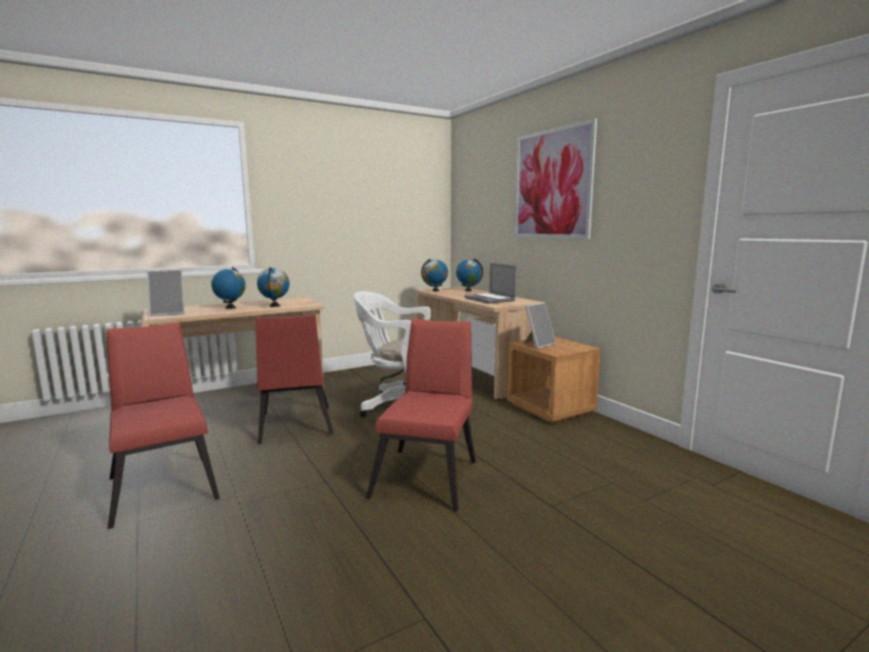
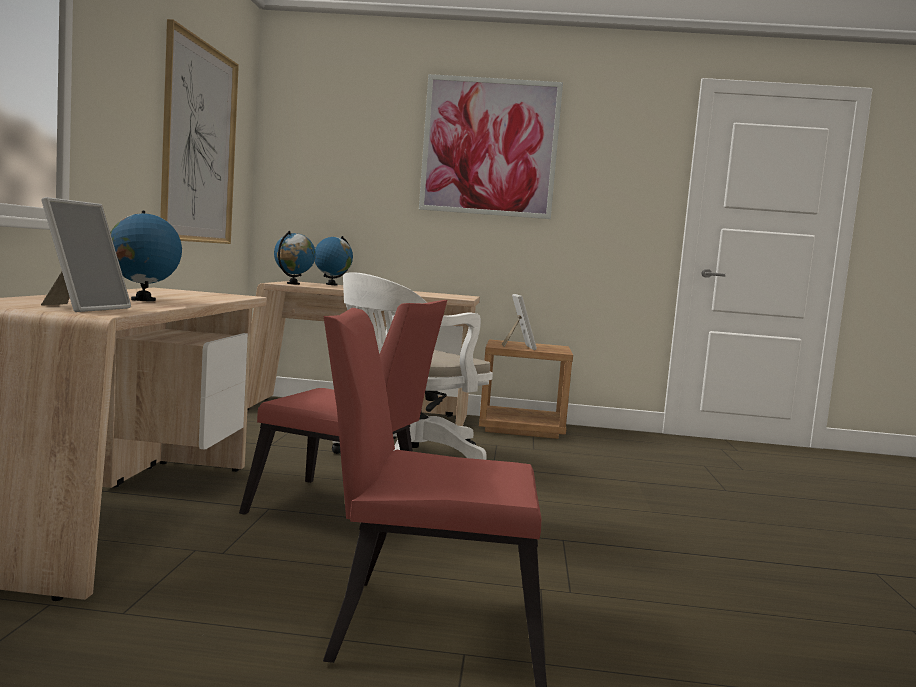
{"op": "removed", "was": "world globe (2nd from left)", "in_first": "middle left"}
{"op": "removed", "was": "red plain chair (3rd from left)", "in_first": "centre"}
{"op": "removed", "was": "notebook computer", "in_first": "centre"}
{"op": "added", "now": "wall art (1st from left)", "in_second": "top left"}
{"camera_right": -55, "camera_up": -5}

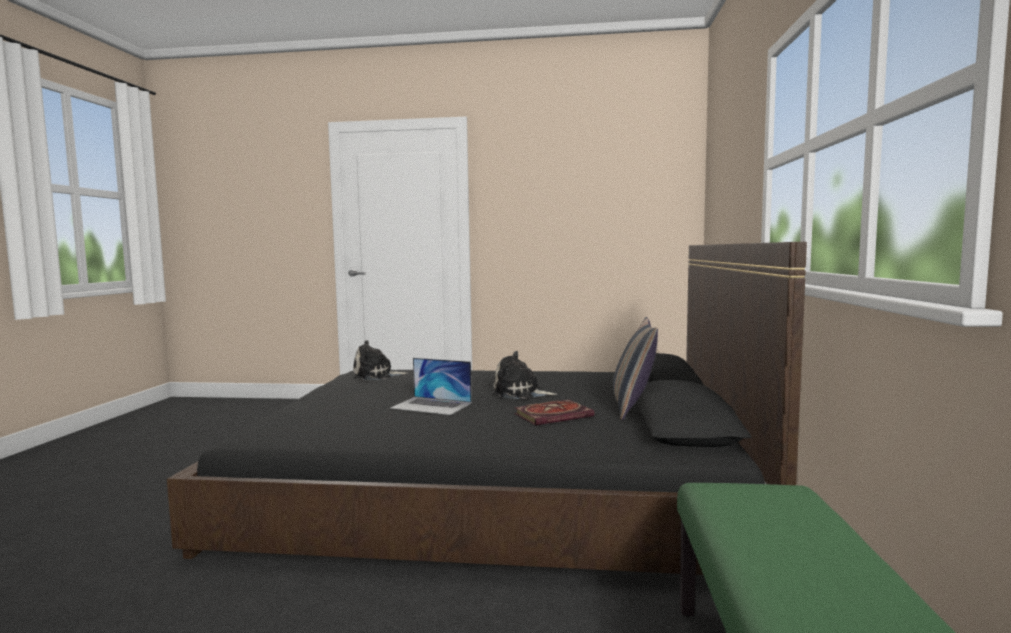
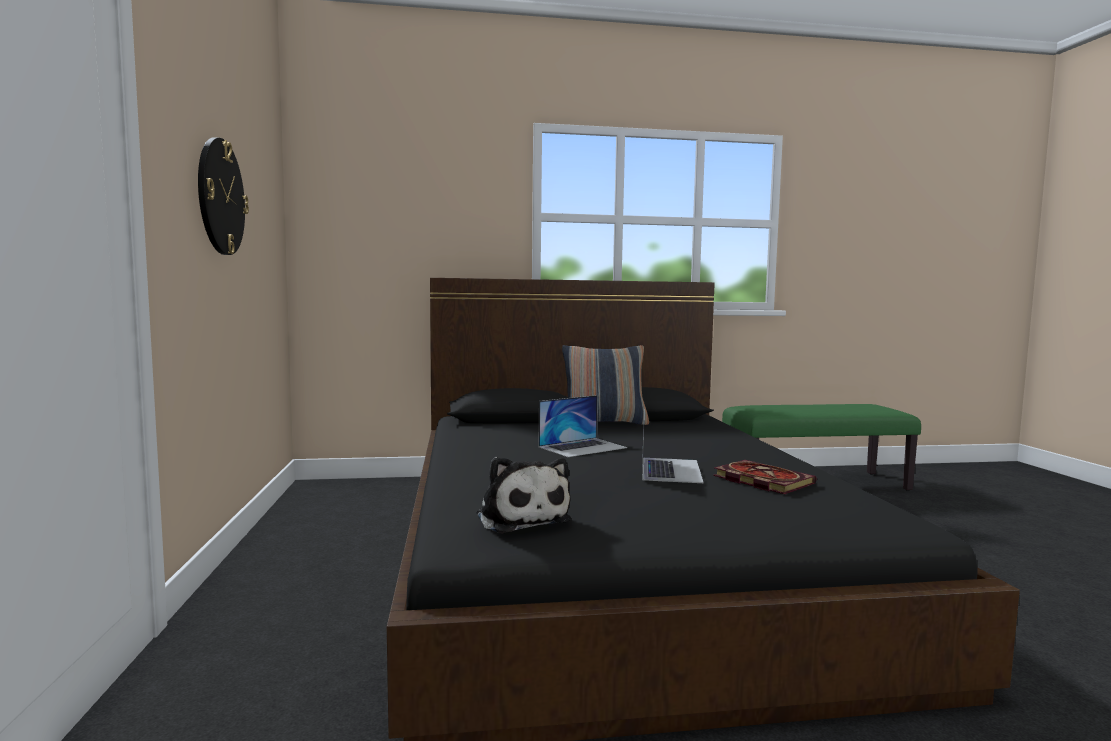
{"op": "replaced", "was": "soft toy (2nd from left)", "now": "notebook computer (1st from left)", "in_first": "centre", "in_second": "centre"}
{"op": "moved", "was": "book", "in_first": "centre", "in_second": "middle right"}
{"op": "added", "now": "hanging clock", "in_second": "top left"}
{"camera_right": -105, "camera_up": 0}

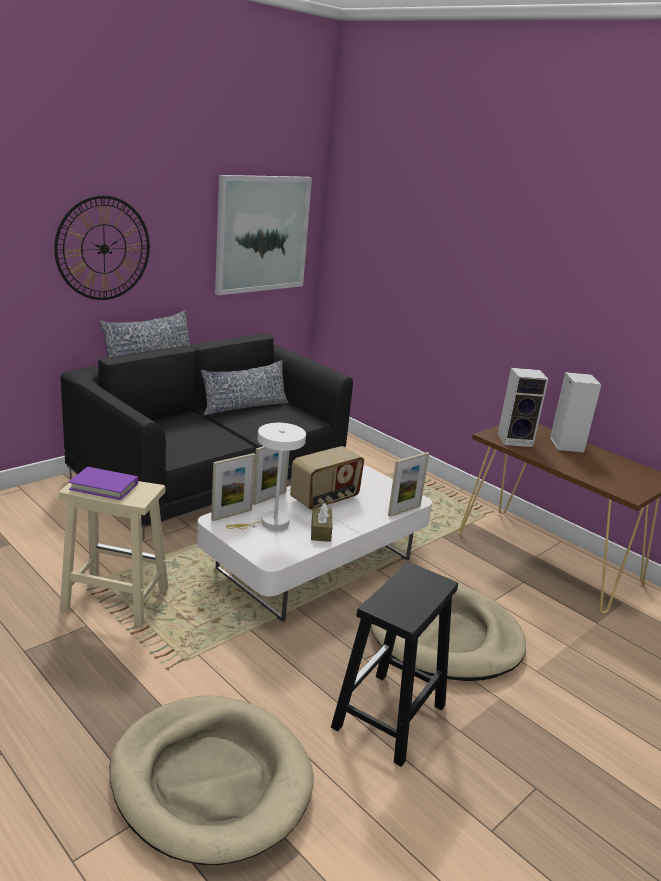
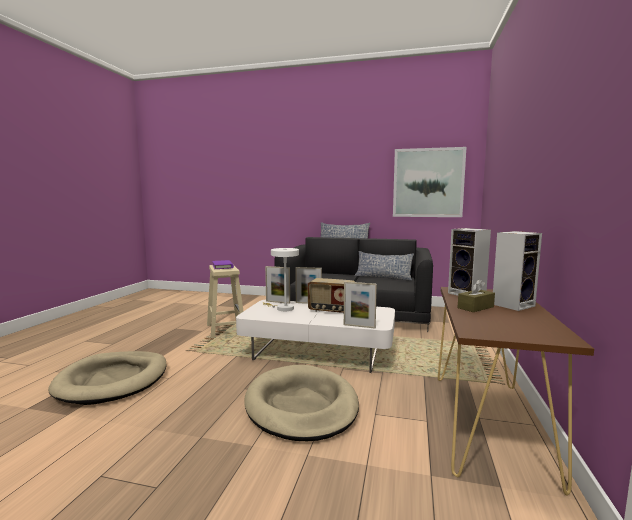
{"op": "removed", "was": "hanging clock", "in_first": "top left"}
{"op": "moved", "was": "brown-coloured box of tissues", "in_first": "centre", "in_second": "middle right"}
{"op": "removed", "was": "blackish sitting stool", "in_first": "bottom centre"}
{"camera_right": 60, "camera_up": -15}

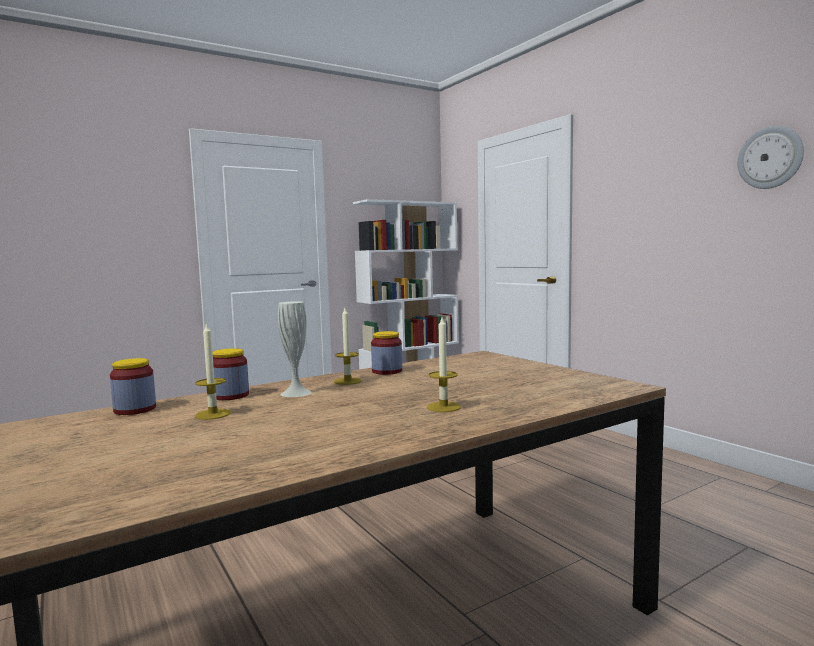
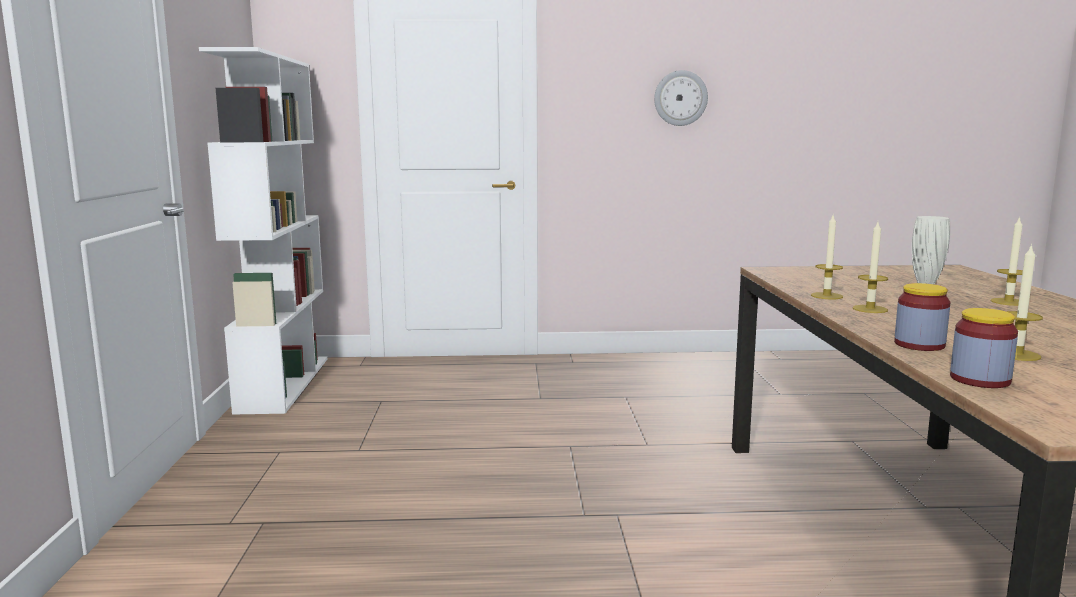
{"op": "replaced", "was": "jar (3rd from left)", "now": "candle (1st from left)", "in_first": "centre", "in_second": "middle right"}
{"op": "moved", "was": "hanging clock", "in_first": "top right", "in_second": "top centre"}
{"camera_right": -60, "camera_up": 5}

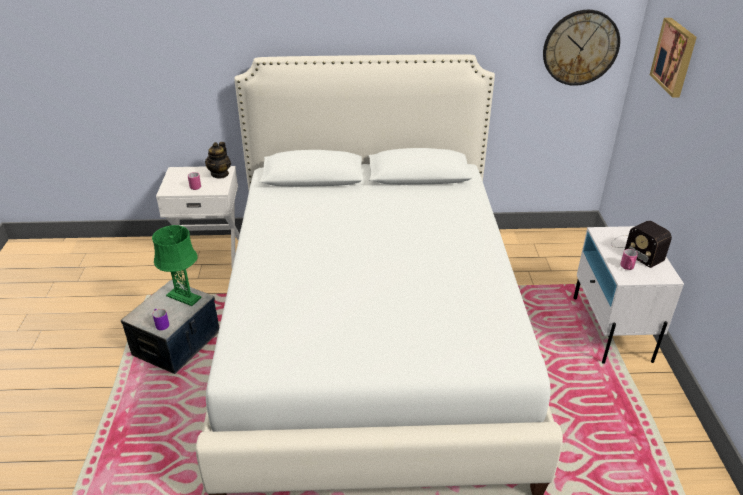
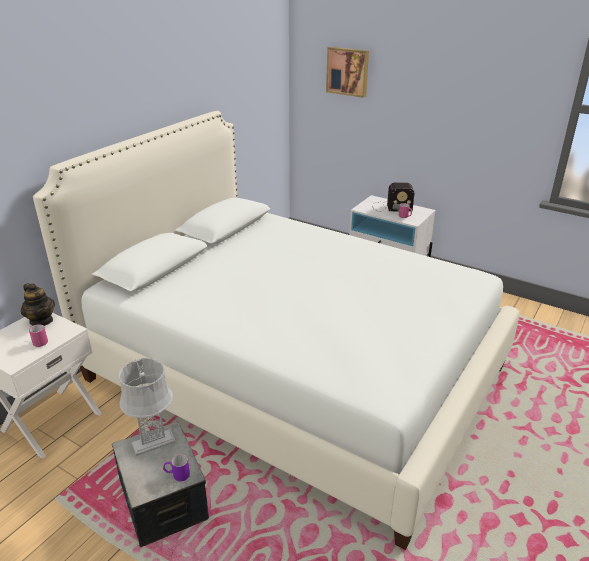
{"op": "recoloured", "was": "greenish table lamp", "now": "greyish table lamp", "in_first": "middle left", "in_second": "bottom left"}
{"op": "removed", "was": "hanging clock", "in_first": "top right"}
{"camera_right": -55, "camera_up": -5}

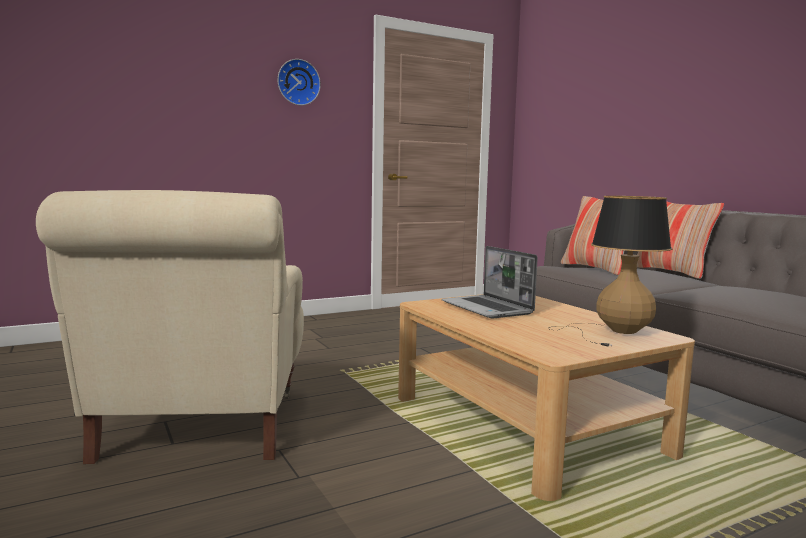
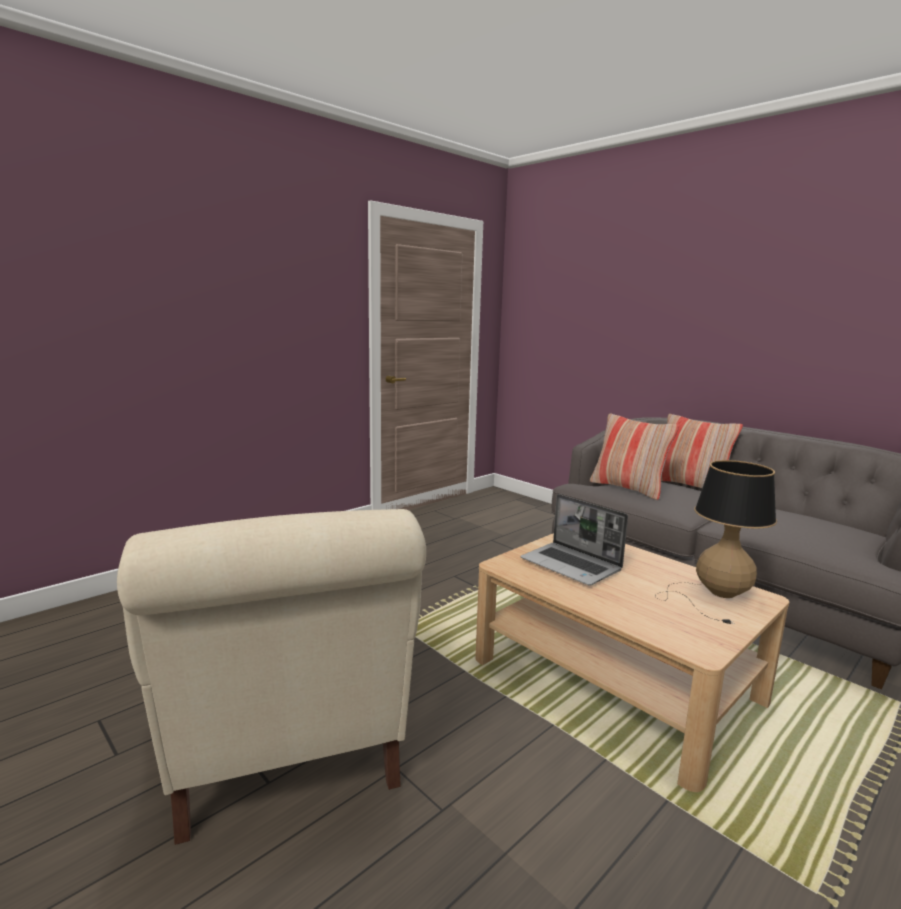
{"op": "removed", "was": "hanging clock", "in_first": "top centre"}
{"camera_right": -15, "camera_up": 5}

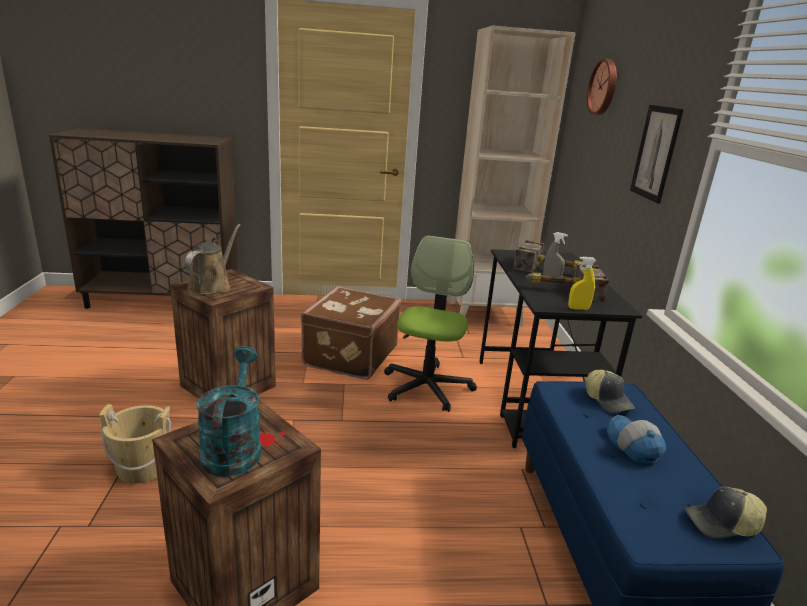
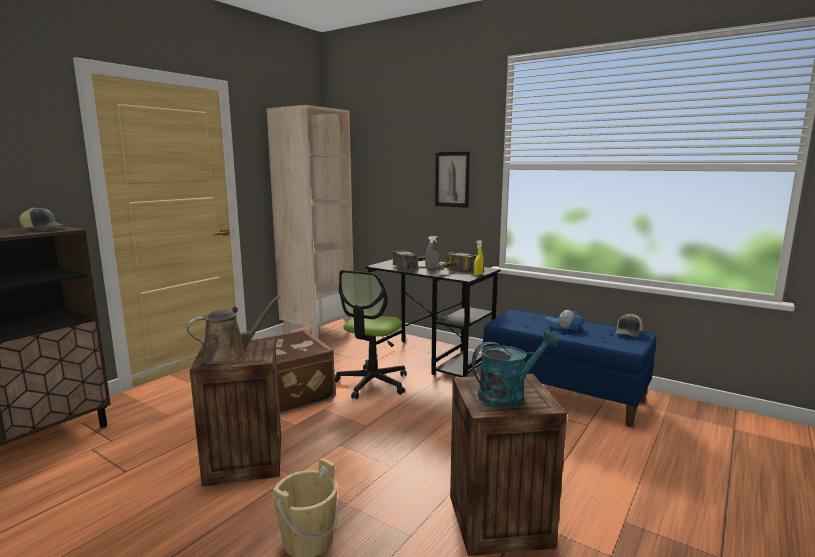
{"op": "turned", "was": "brown-coloured watering can", "in_first": "middle left", "in_second": "middle left", "clockwise": 90}
{"op": "turned", "was": "turquoise-coloured watering can", "in_first": "bottom left", "in_second": "centre", "clockwise": 120}
{"op": "turned", "was": "office chair", "in_first": "centre", "in_second": "centre", "clockwise": -120}
{"op": "moved", "was": "peaked cap (1st from left)", "in_first": "middle right", "in_second": "middle left"}
{"op": "removed", "was": "hanging clock", "in_first": "top right"}
{"camera_right": -50, "camera_up": -10}

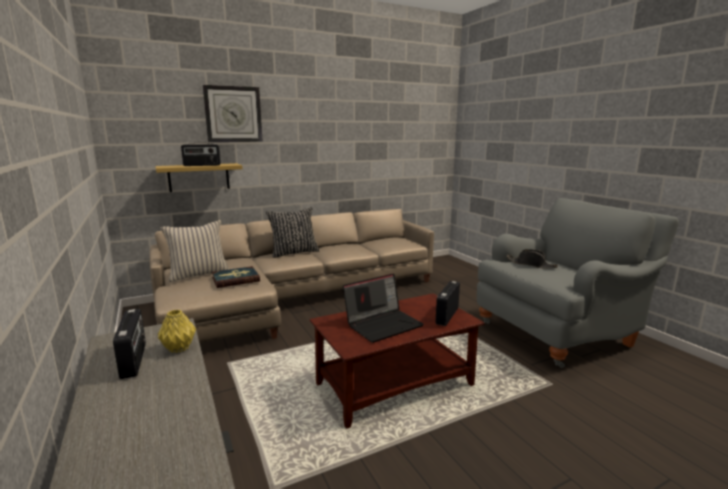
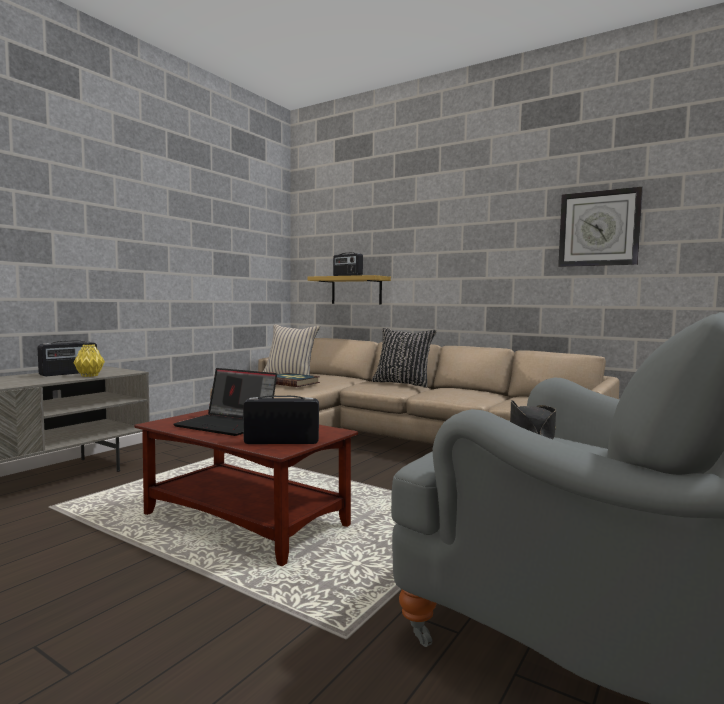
{"op": "moved", "was": "hanging clock", "in_first": "top left", "in_second": "top right"}
{"camera_right": 60, "camera_up": -10}

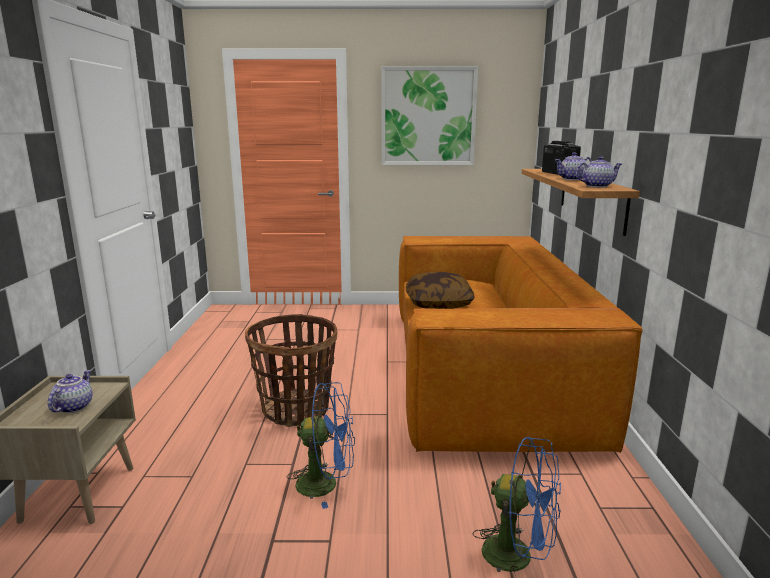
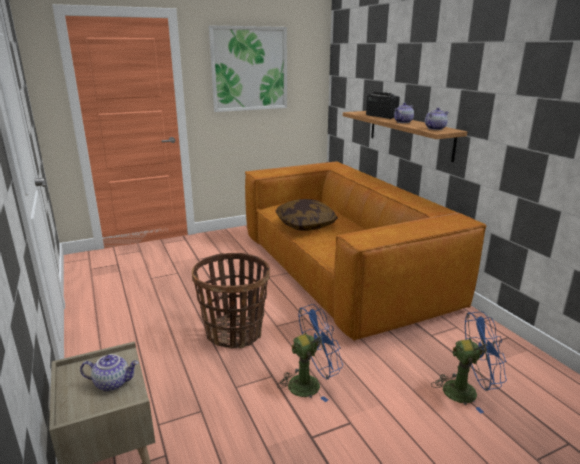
{"op": "turned", "was": "teapot (1st from left)", "in_first": "bottom left", "in_second": "bottom left", "clockwise": 105}
{"camera_right": -25, "camera_up": 5}

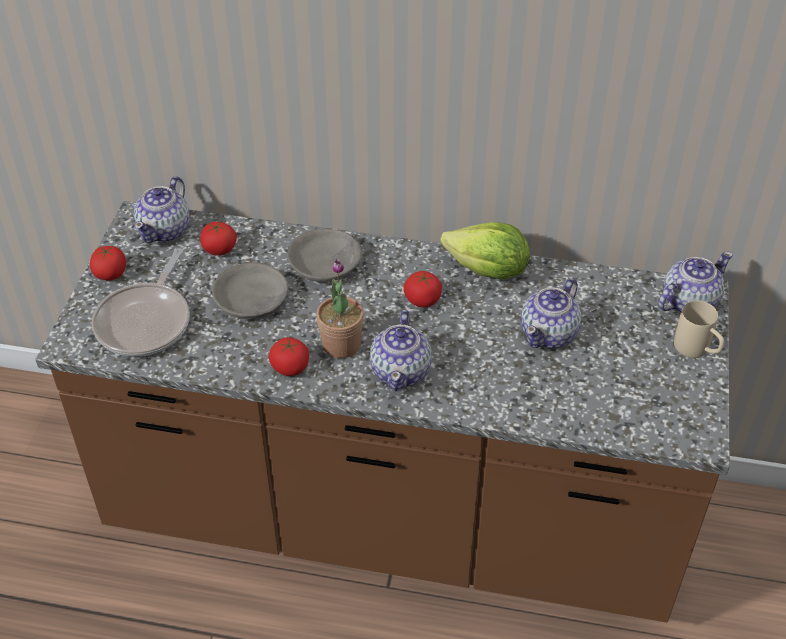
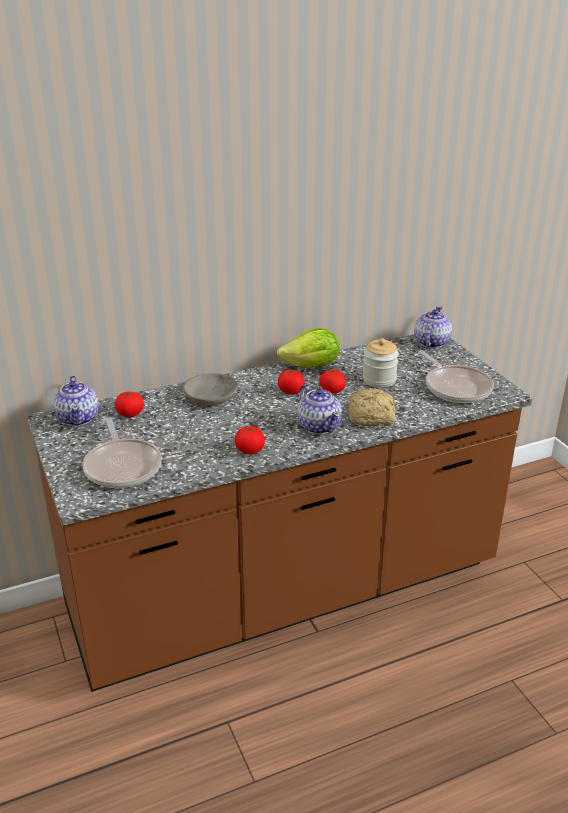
{"op": "moved", "was": "tomato (1st from left in the first image)", "now": "tomato (4th from left)", "in_first": "middle left", "in_second": "centre"}
{"op": "removed", "was": "greyish bowl (1st from left)", "in_first": "middle left"}
{"op": "removed", "was": "houseplant", "in_first": "centre"}
{"op": "replaced", "was": "teapot (3rd from left)", "now": "jar", "in_first": "middle right", "in_second": "middle right"}
{"op": "removed", "was": "beige-coloured tea mug", "in_first": "middle right"}
{"op": "added", "now": "bread", "in_second": "centre"}
{"op": "added", "now": "skillet (2nd from left)", "in_second": "middle right"}
{"camera_right": -35, "camera_up": -15}

